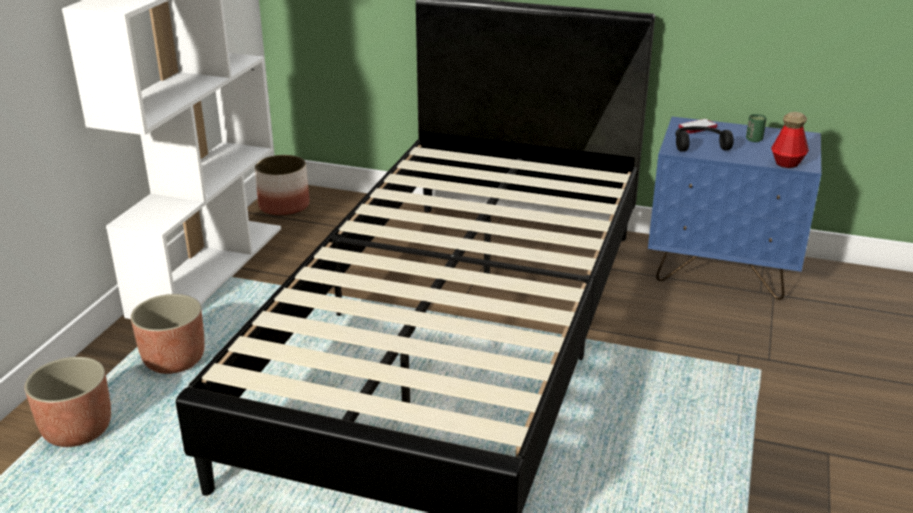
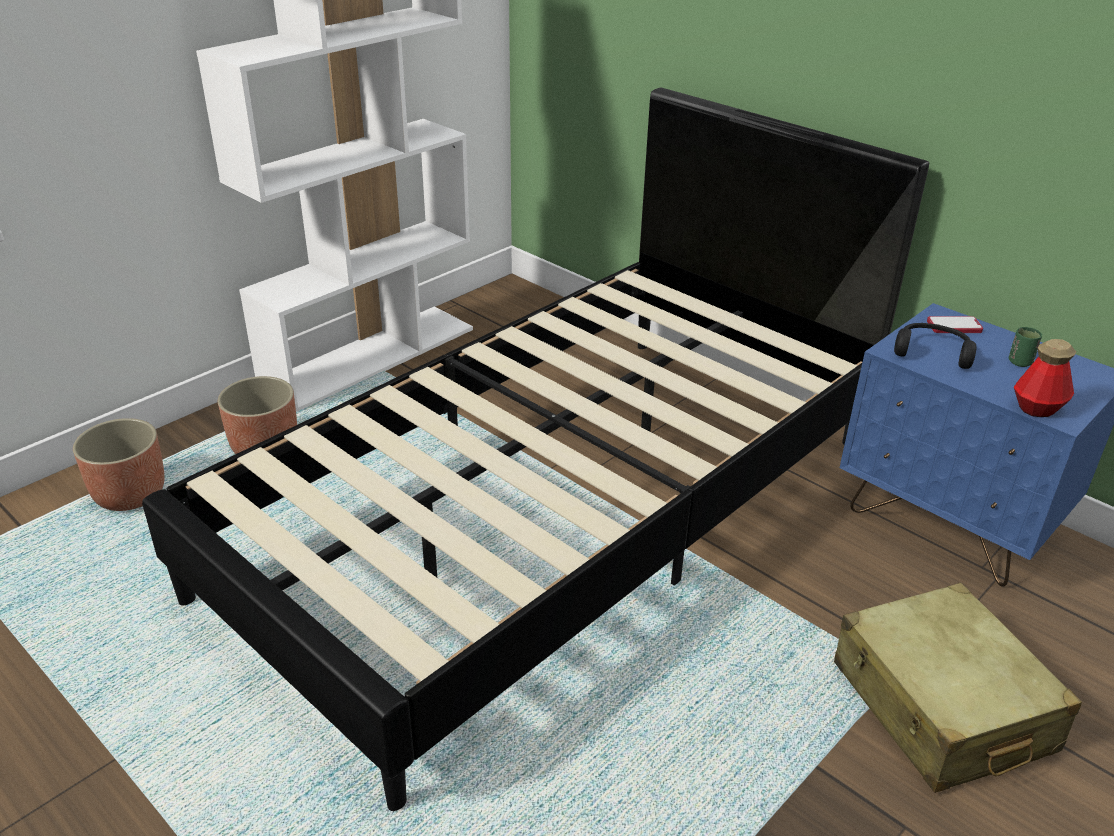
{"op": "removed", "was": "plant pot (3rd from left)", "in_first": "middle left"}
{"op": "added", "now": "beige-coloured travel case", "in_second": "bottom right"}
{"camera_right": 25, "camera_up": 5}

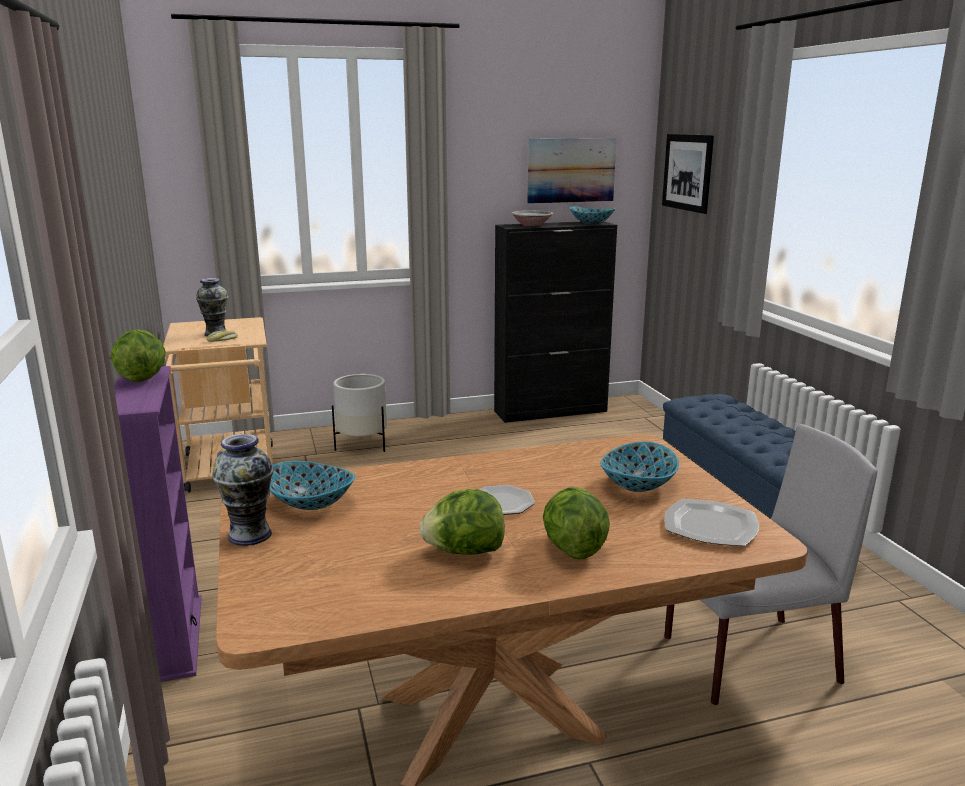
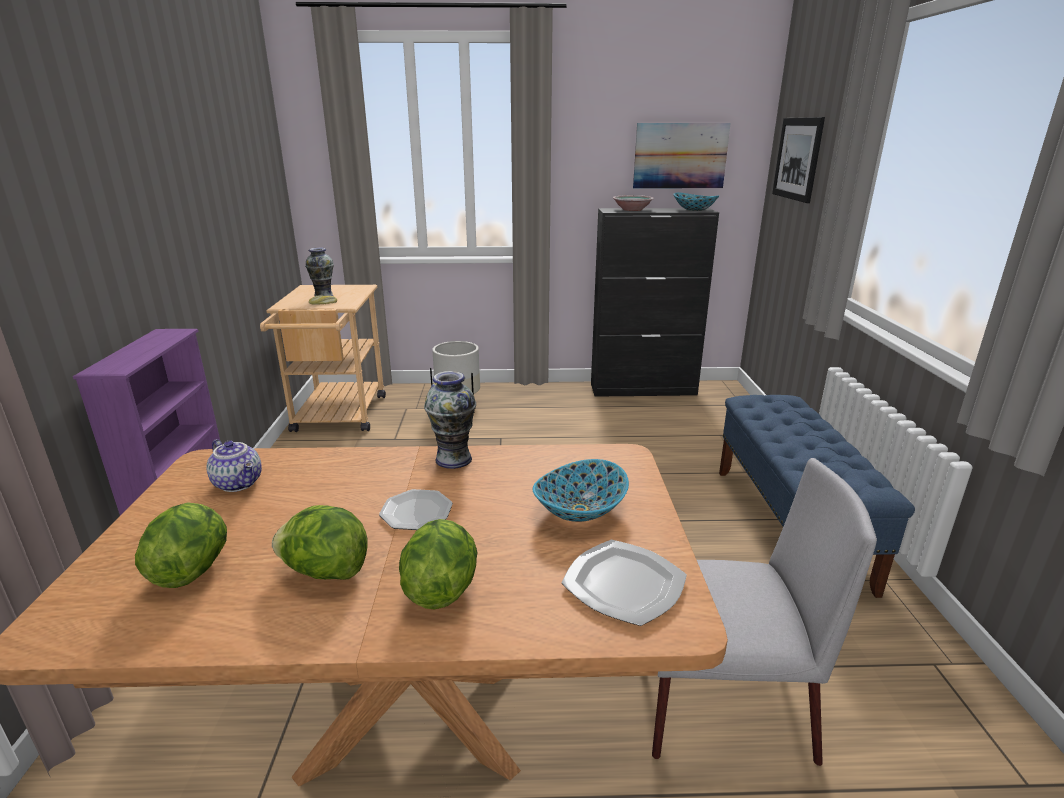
{"op": "moved", "was": "head of lettuce (1st from left)", "in_first": "middle left", "in_second": "bottom left"}
{"op": "moved", "was": "flower vase (2nd from left)", "in_first": "middle left", "in_second": "centre"}
{"op": "replaced", "was": "bowl (1st from left)", "now": "teapot", "in_first": "middle left", "in_second": "middle left"}
{"camera_right": 15, "camera_up": 5}

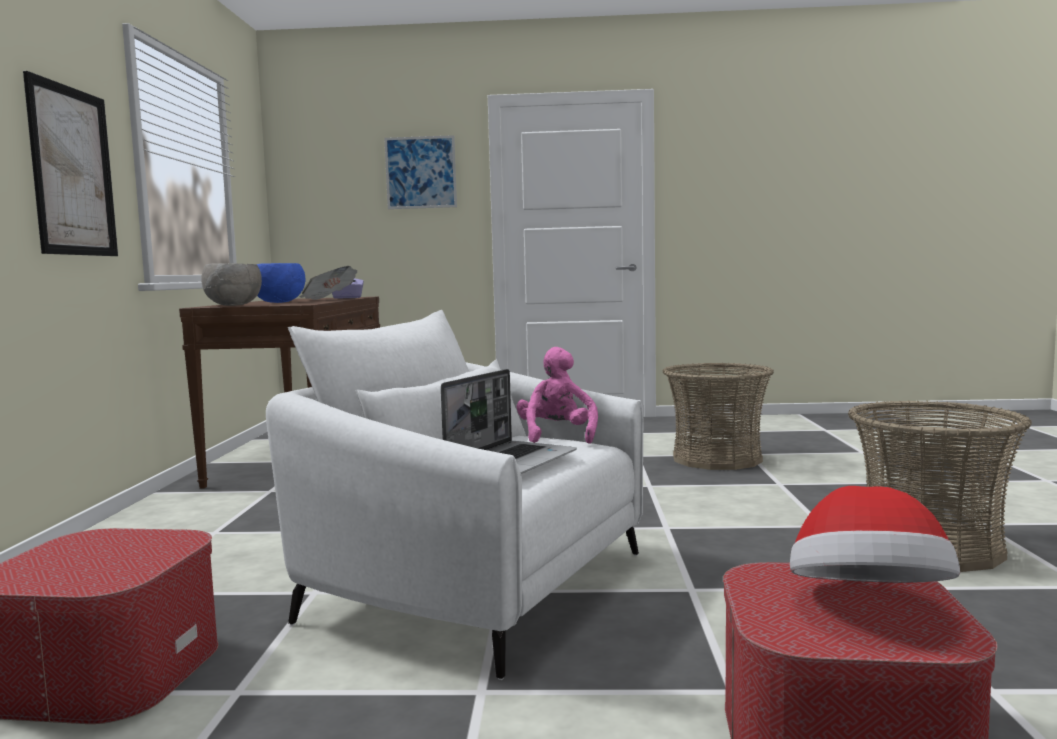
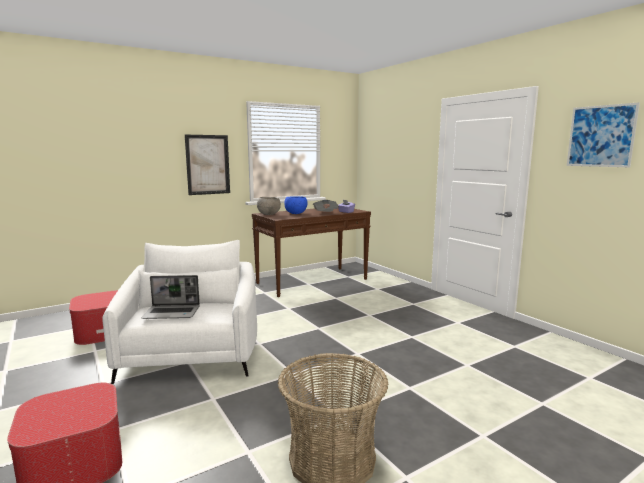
{"op": "moved", "was": "wall art (2nd from left)", "in_first": "top centre", "in_second": "top right"}
{"op": "removed", "was": "pink soft toy", "in_first": "centre"}
{"op": "removed", "was": "storage basket (1st from left)", "in_first": "middle right"}
{"op": "removed", "was": "clothing hat", "in_first": "bottom right"}
{"camera_right": 55, "camera_up": 5}

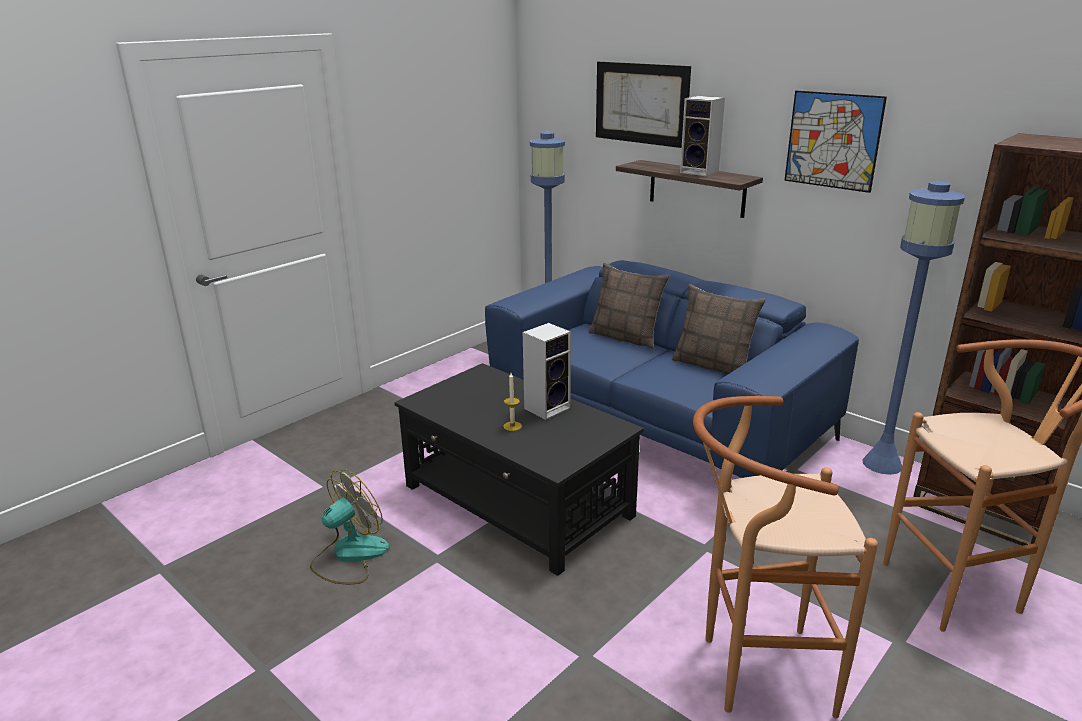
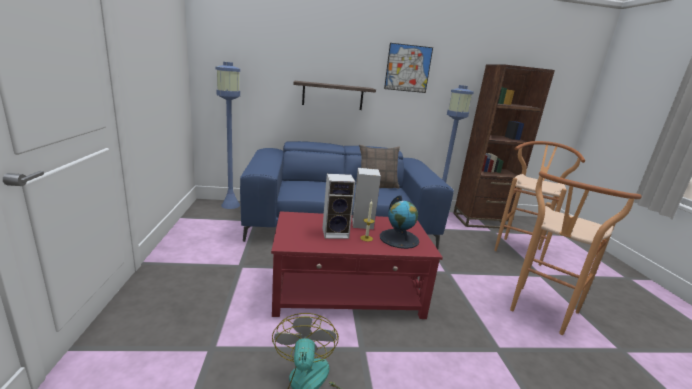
{"op": "recoloured", "was": "blackish low table", "now": "red low table", "in_first": "centre", "in_second": "bottom centre"}
{"op": "removed", "was": "cushion (1st from left)", "in_first": "centre"}
{"op": "removed", "was": "wall art (1st from left)", "in_first": "top centre"}
{"op": "moved", "was": "speaker (2nd from left in the first image)", "now": "speaker (1st from left)", "in_first": "top centre", "in_second": "centre"}
{"op": "added", "now": "world globe", "in_second": "centre"}
{"camera_right": -50, "camera_up": -5}

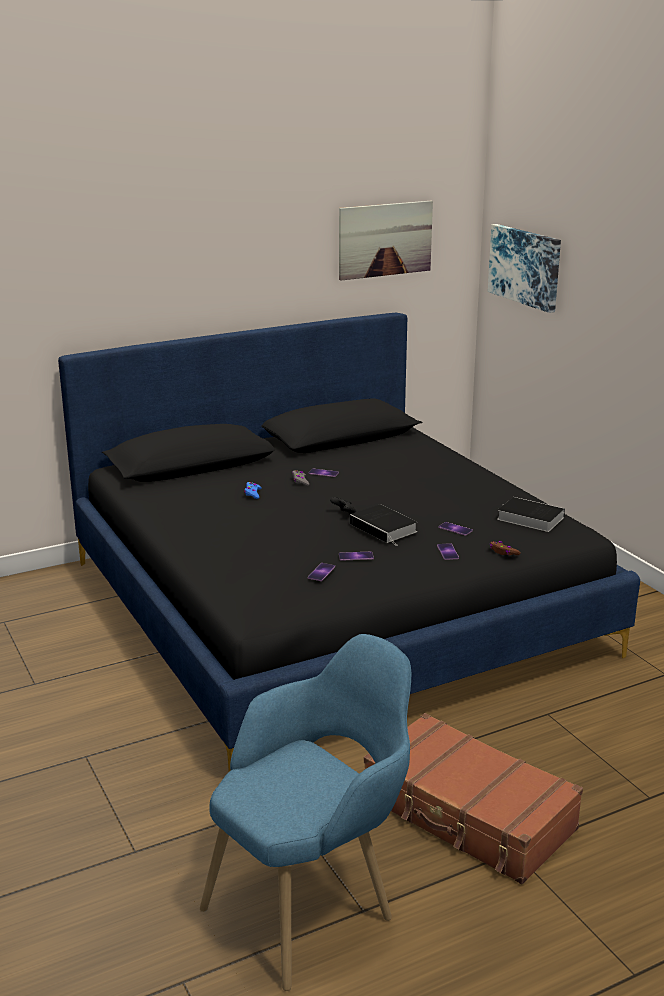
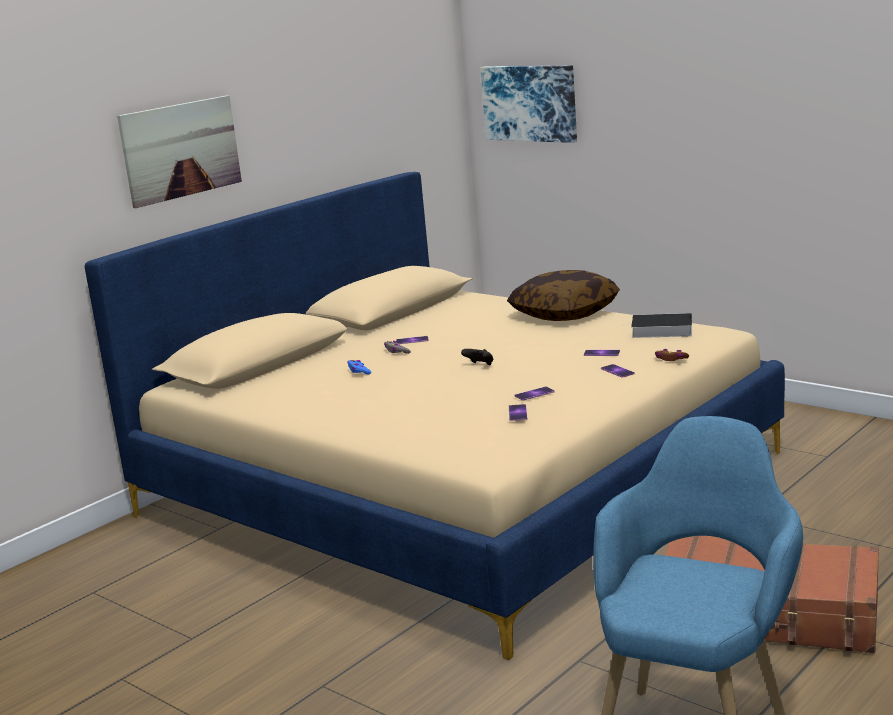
{"op": "recoloured", "was": "blackish bedroom bed", "now": "beige-coloured bedroom bed", "in_first": "centre", "in_second": "centre"}
{"op": "moved", "was": "wall art (1st from left)", "in_first": "top centre", "in_second": "top left"}
{"op": "removed", "was": "book (1st from left)", "in_first": "centre"}
{"op": "added", "now": "cushion", "in_second": "centre"}
{"camera_right": -20, "camera_up": -5}

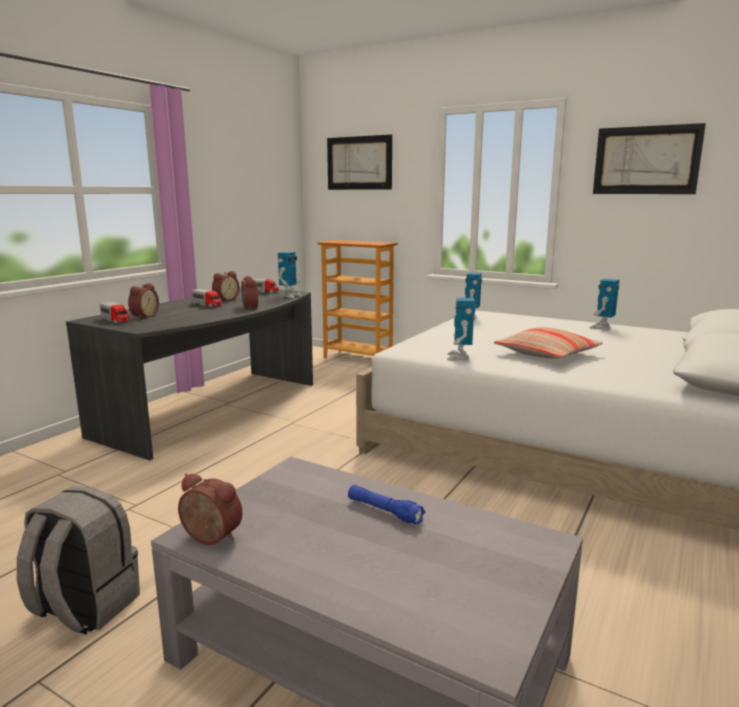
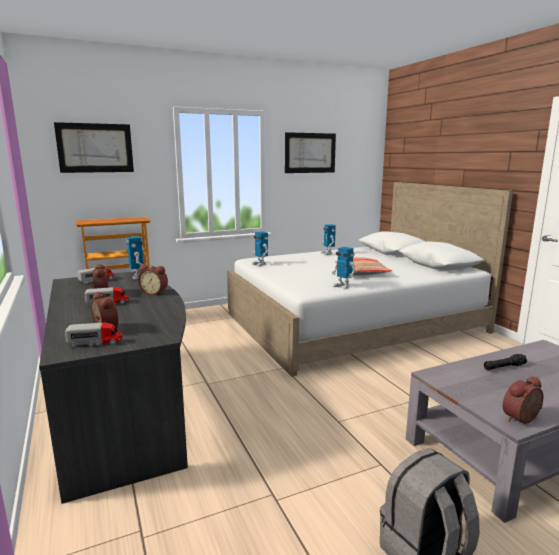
{"op": "recoloured", "was": "bluish flashlight", "now": "blackish flashlight", "in_first": "bottom centre", "in_second": "middle right"}
{"camera_right": -55, "camera_up": 0}

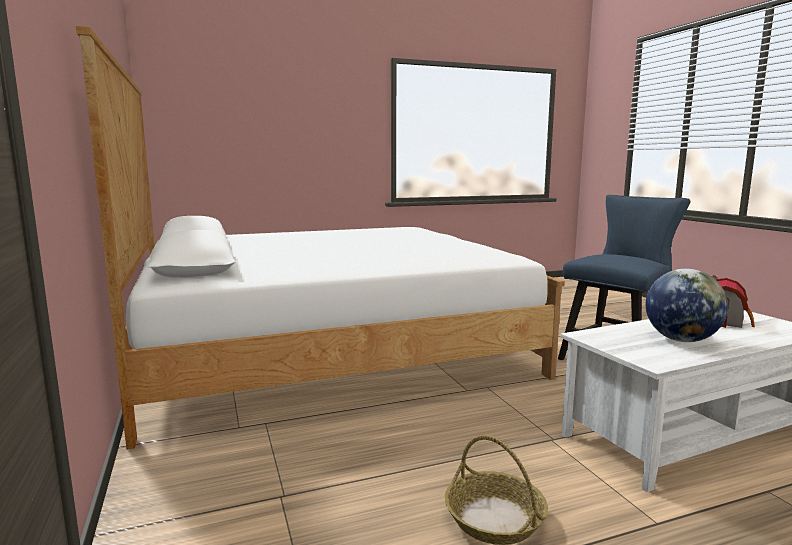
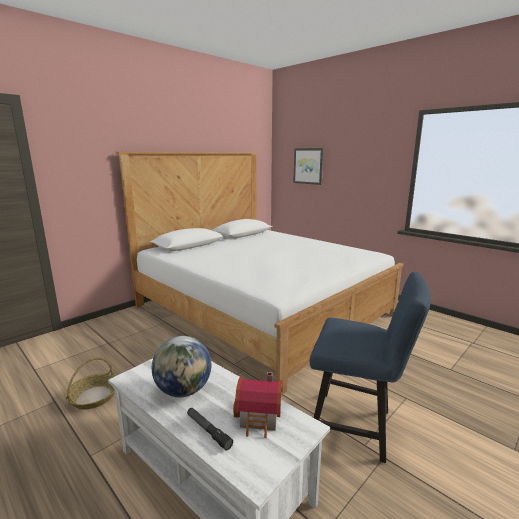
{"op": "added", "now": "flashlight", "in_second": "bottom centre"}
{"op": "added", "now": "wall art", "in_second": "top centre"}
{"camera_right": 65, "camera_up": 5}

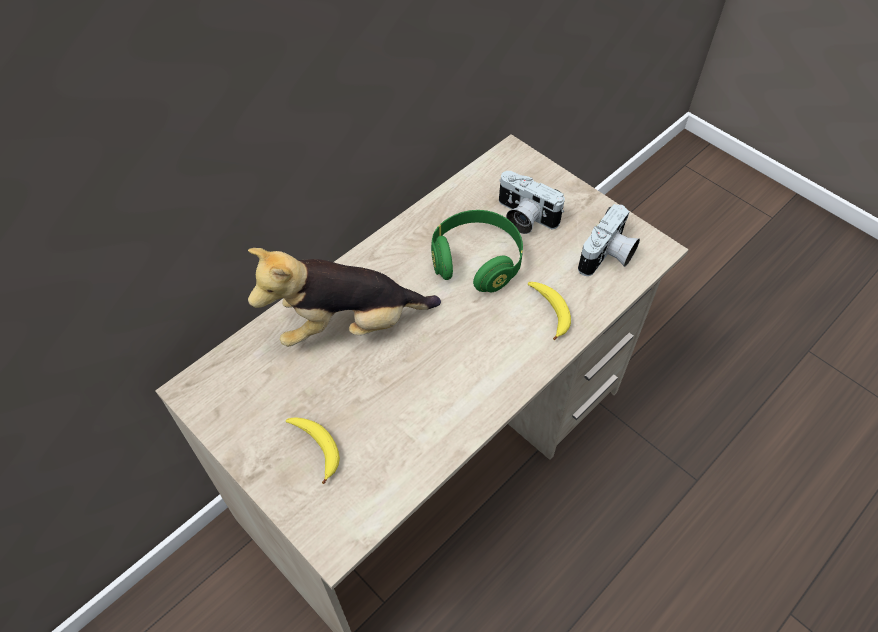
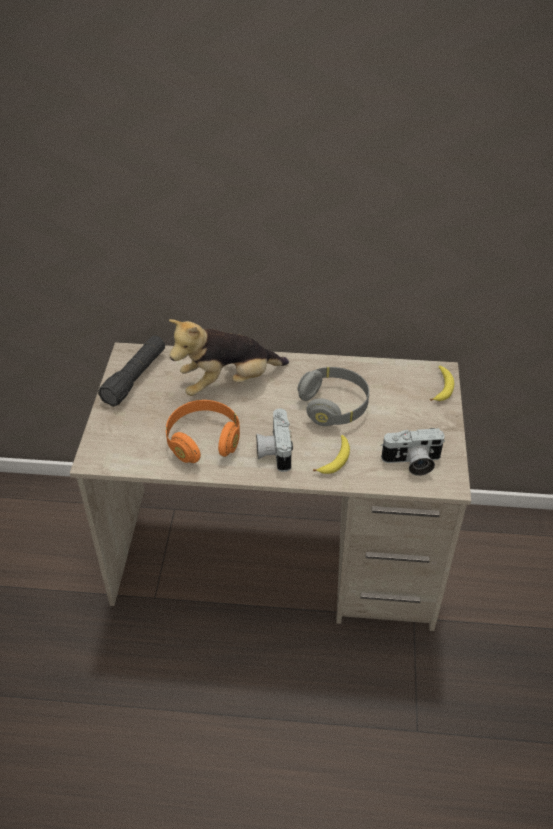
{"op": "turned", "was": "soft toy", "in_first": "centre", "in_second": "centre", "clockwise": -60}
{"op": "moved", "was": "banana (1st from left in the first image)", "now": "banana (2nd from left)", "in_first": "bottom centre", "in_second": "middle right"}
{"op": "recoloured", "was": "greenish pair of headphones", "now": "greyish pair of headphones", "in_first": "centre", "in_second": "centre"}
{"op": "moved", "was": "still camera (1st from left)", "in_first": "top centre", "in_second": "centre"}
{"op": "added", "now": "blackish flashlight", "in_second": "middle left"}
{"op": "added", "now": "orange-coloured pair of headphones", "in_second": "centre"}
{"camera_right": 50, "camera_up": -10}

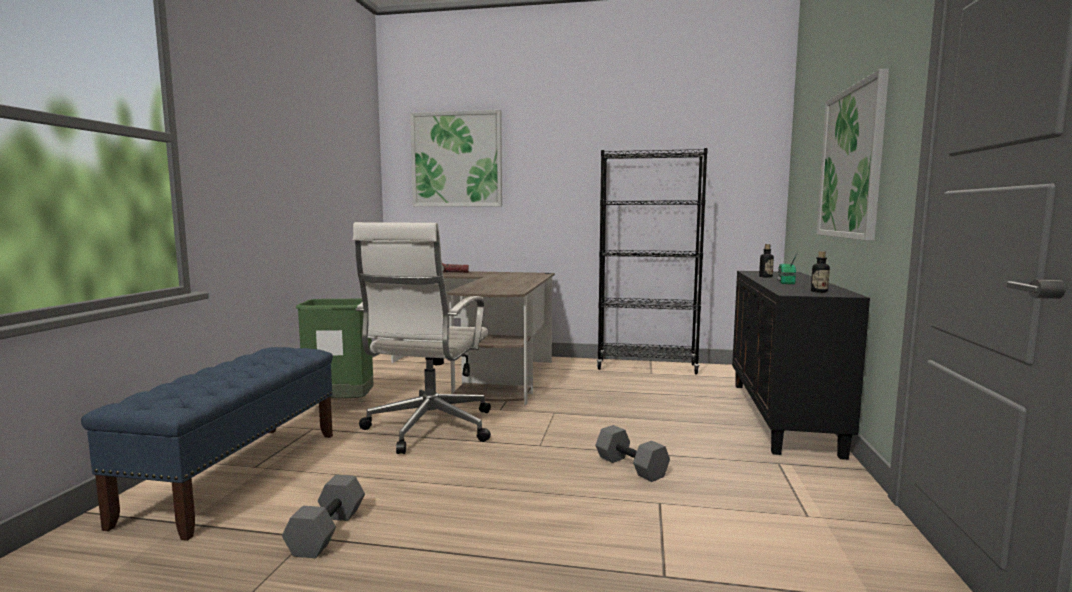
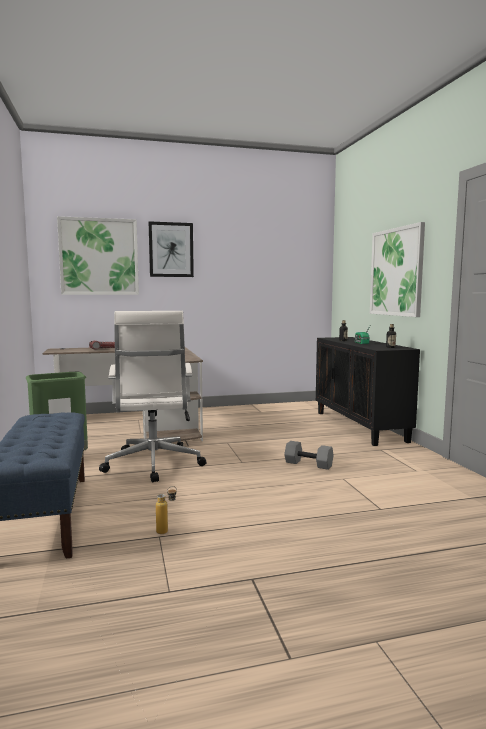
{"op": "replaced", "was": "greyish free weight (1st from left)", "now": "beverage bottle (1st from left)", "in_first": "bottom left", "in_second": "bottom centre"}
{"op": "removed", "was": "blackish bookcase", "in_first": "centre"}
{"op": "added", "now": "wall art (2nd from left)", "in_second": "centre"}
{"camera_right": -25, "camera_up": 0}

